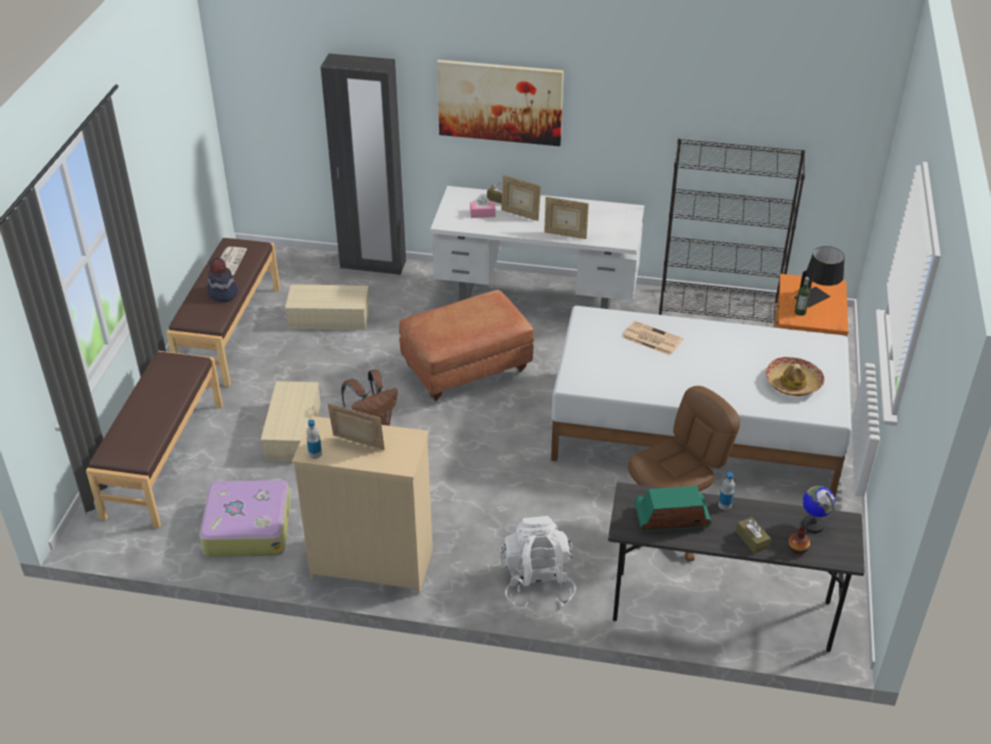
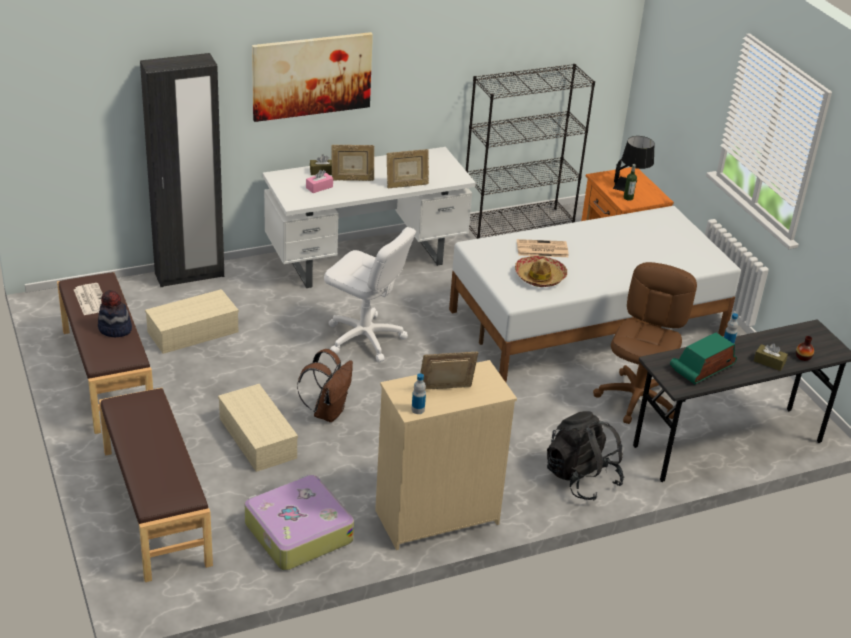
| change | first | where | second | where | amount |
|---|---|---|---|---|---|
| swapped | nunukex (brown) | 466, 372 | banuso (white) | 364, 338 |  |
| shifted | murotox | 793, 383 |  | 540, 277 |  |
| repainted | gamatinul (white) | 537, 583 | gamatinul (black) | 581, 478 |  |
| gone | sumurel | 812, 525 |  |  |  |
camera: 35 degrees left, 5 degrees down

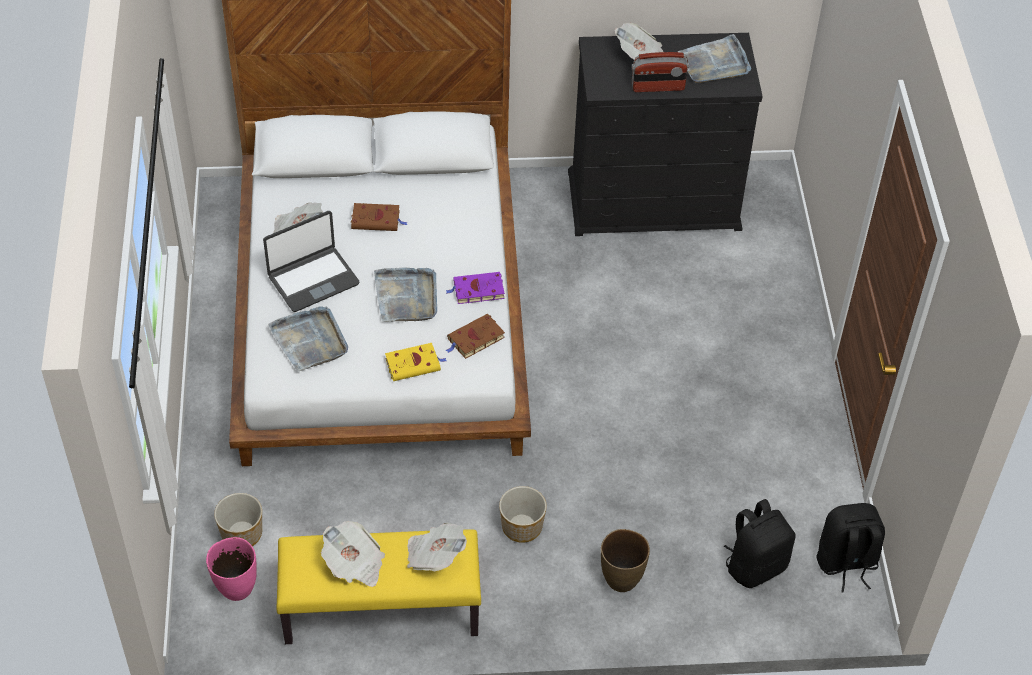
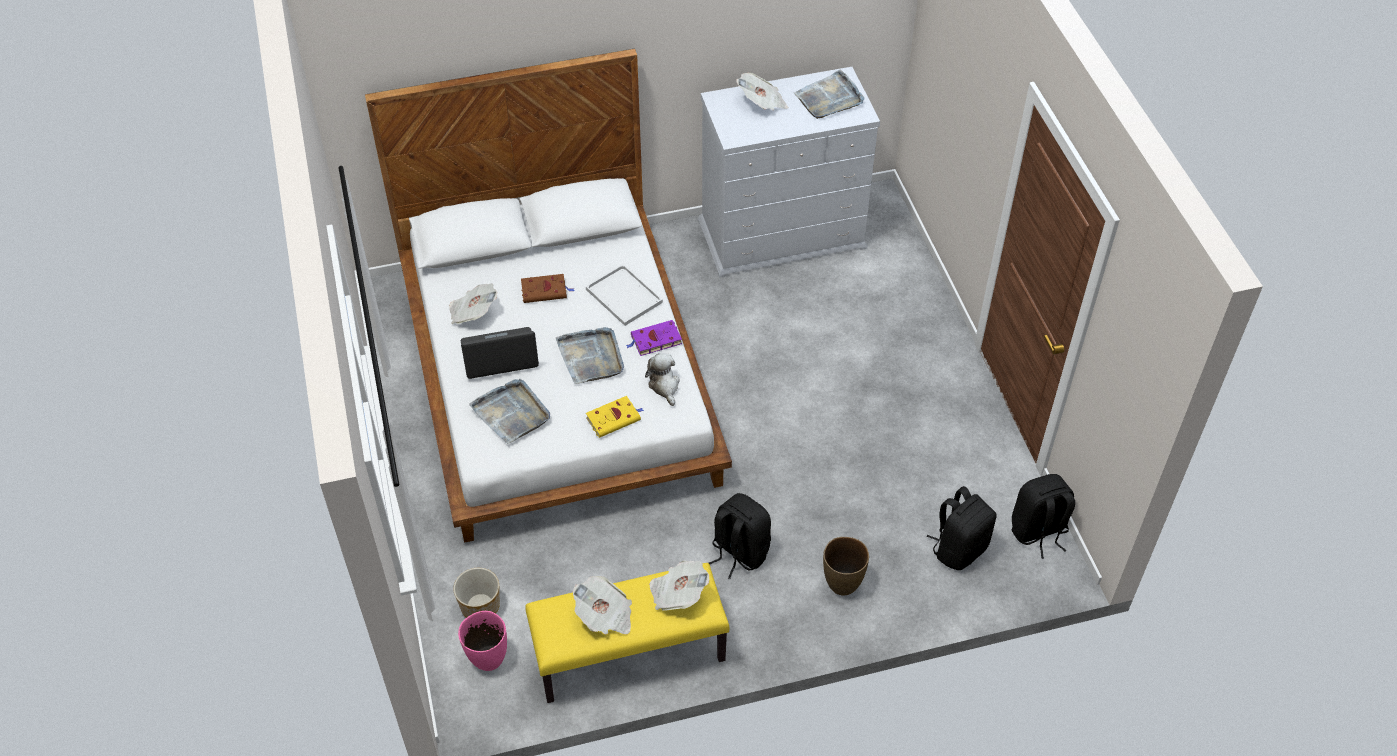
| change | first | where | second | where | amount |
|---|---|---|---|---|---|
| rotated | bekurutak | 313, 279 |  | 500, 356 | 150 degrees counterclockwise |
| new |  |  | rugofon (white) | 622, 295 |  |
| swapped | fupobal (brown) | 474, 339 | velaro | 664, 386 |  |
| repainted | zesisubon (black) | 654, 200 | zesisubon (white) | 782, 234 |  |
| swapped | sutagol | 521, 527 | gamatinul (black) | 739, 552 |  |
| gone | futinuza | 658, 87 |  |  |  |
camera: 10 degrees left, 0 degrees up

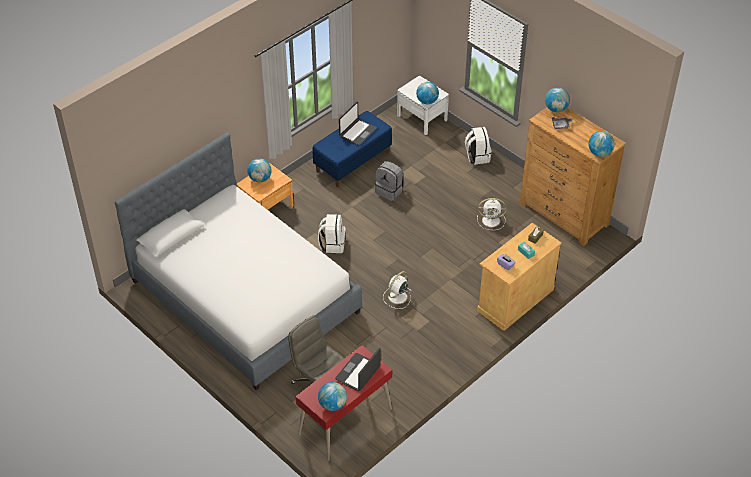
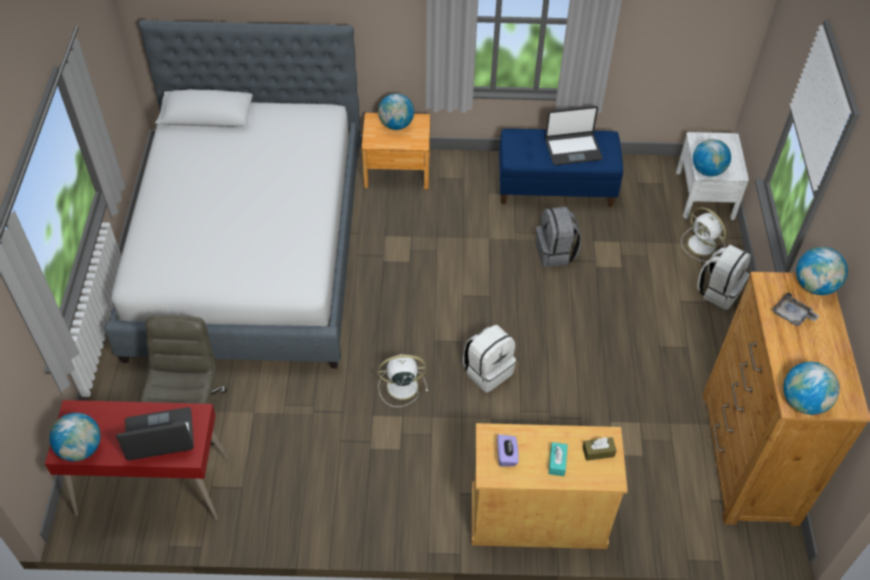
| change | first | where | second | where | amount |
|---|---|---|---|---|---|
| shifted | gamatinul (white) | 332, 244 |  | 487, 371 |  |
| shifted | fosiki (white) | 492, 220 |  | 703, 245 |  |
camera: 45 degrees right, 5 degrees up

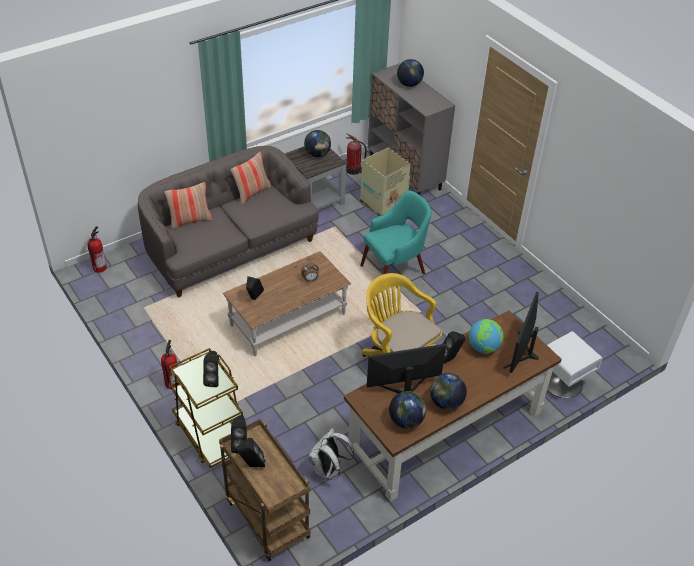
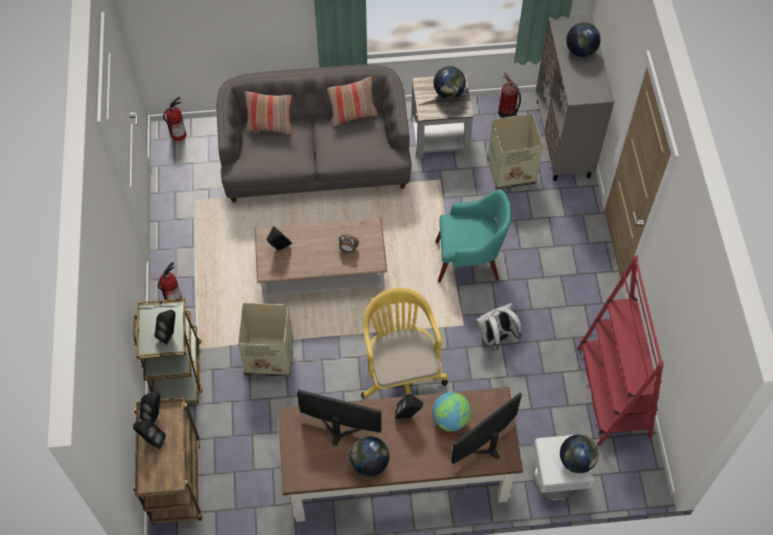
| change | first | where | second | where | amount |
|---|---|---|---|---|---|
| new |  |  | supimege | 268, 356 |  |
| shifted | gamatinul (white) | 328, 470 |  | 495, 338 |  |
| shifted | sumurel | 406, 421 |  | 576, 461 |  |
| new |  |  | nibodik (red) | 613, 392 |  |
camera: 30 degrees right, 15 degrees up

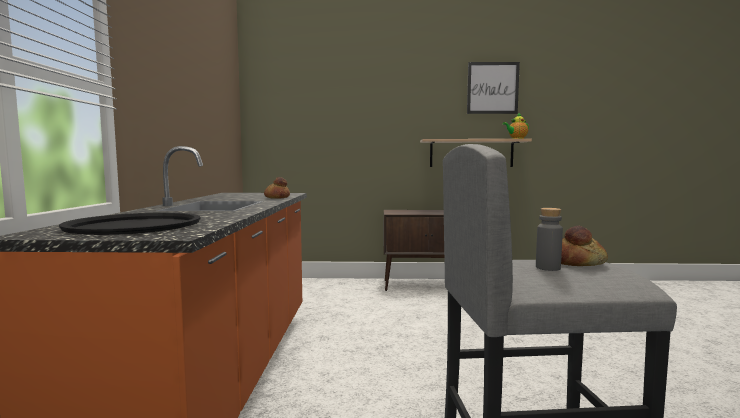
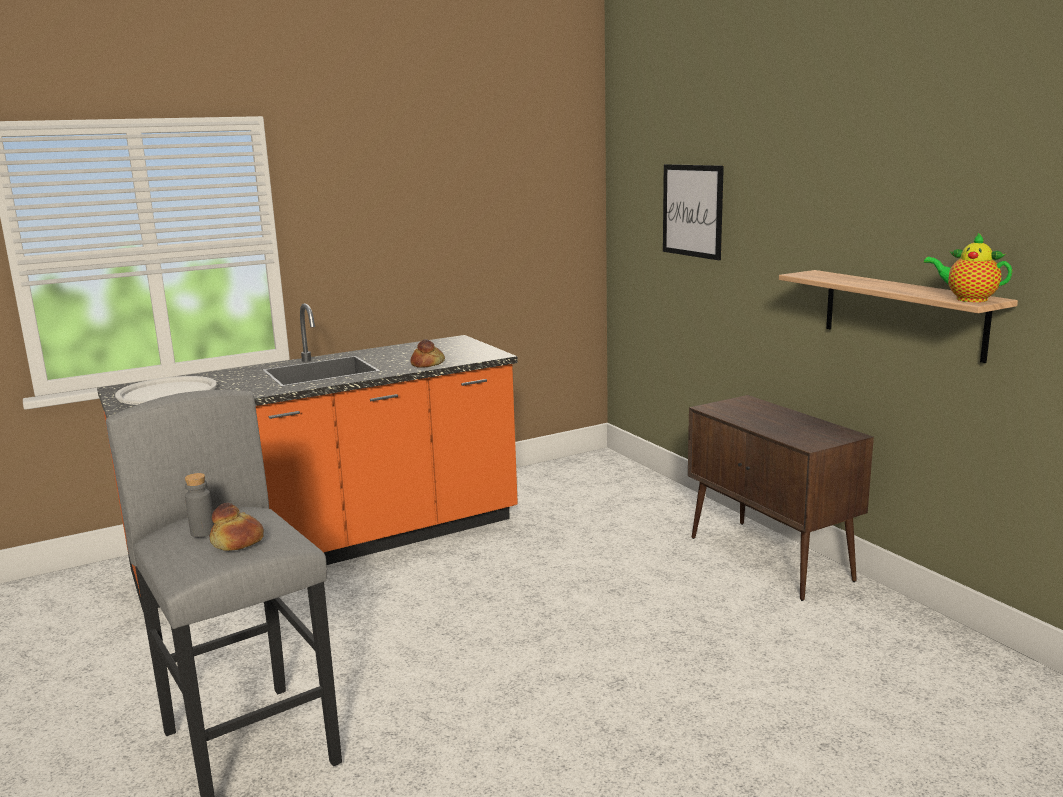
| change | first | where | second | where | amount |
|---|---|---|---|---|---|
| repainted | rugofon (black) | 134, 225 | rugofon (white) | 167, 392 |  |
| shifted | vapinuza | 492, 88 |  | 692, 210 |  |
camera: 60 degrees right, 10 degrees up

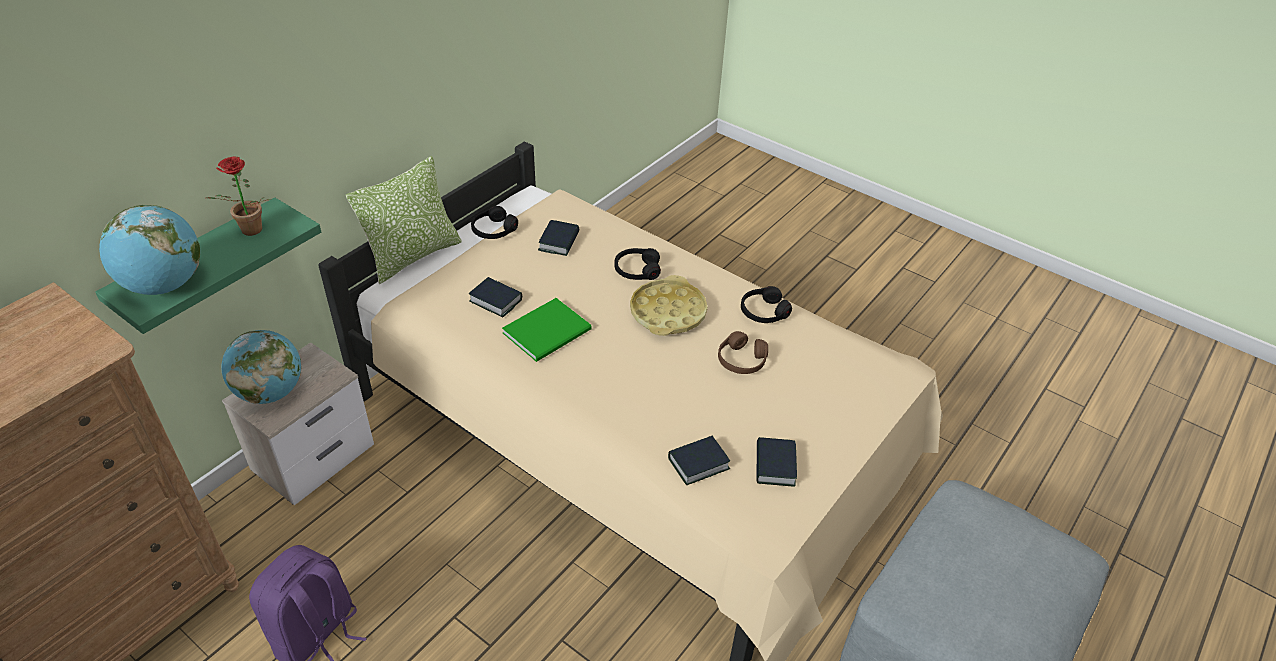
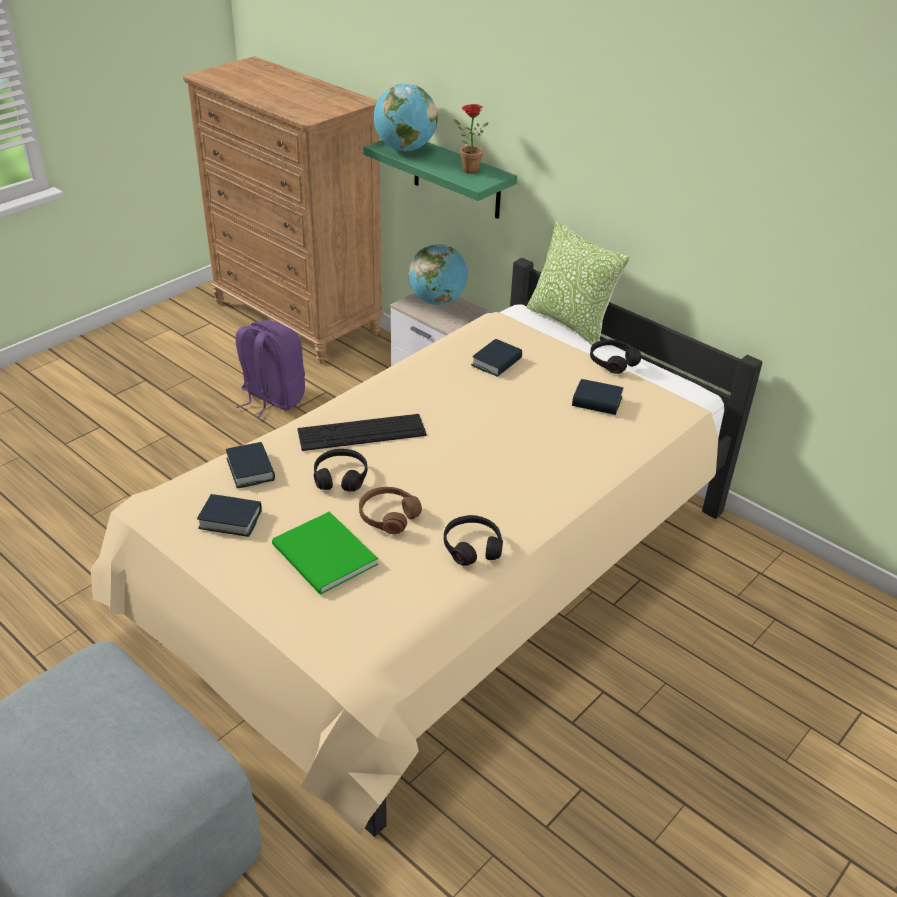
| change | first | where | second | where | amount |
|---|---|---|---|---|---|
| shifted | fupobal (green) | 550, 331 |  | 324, 557 |  |
| new |  |  | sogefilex | 361, 432 |  |
| shifted | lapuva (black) | 637, 270 |  | 340, 477 |  |
| gone | rugofon (yellow) | 668, 312 |  |  |  |
camera: 95 degrees right, 5 degrees down

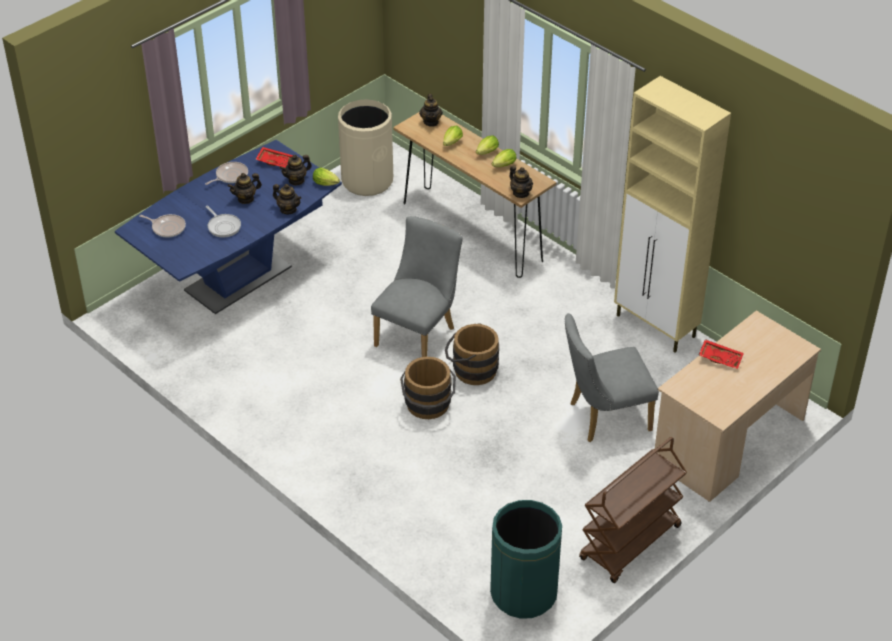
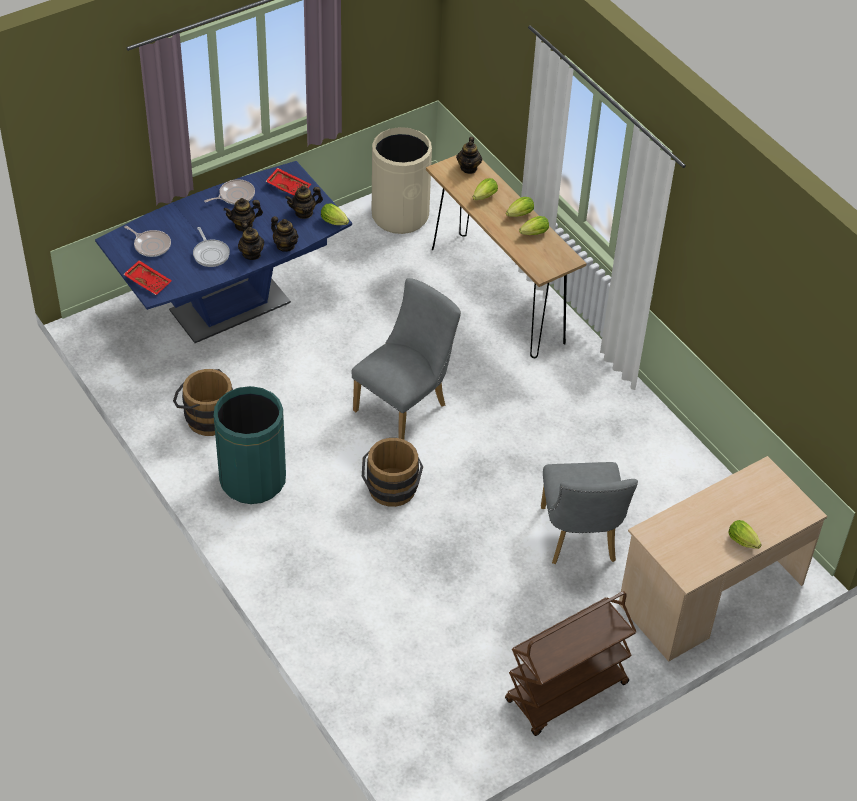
| change | first | where | second | where | amount |
|---|---|---|---|---|---|
| shifted | rugofon (red) | 720, 358 |  | 148, 281 |  |
| shifted | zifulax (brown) | 471, 370 |  | 205, 417 |  |
| shifted | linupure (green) | 523, 593 |  | 252, 480 |  |
| shifted | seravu | 521, 193 |  | 251, 254 |  |
| rotated | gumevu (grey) | 603, 417 |  | 579, 540 | 90 degrees counterclockwise |
| new |  |  | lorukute | 744, 542 |  |
| gone | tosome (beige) | 656, 326 |  |  |  |
camera: 10 degrees right, 5 degrees up

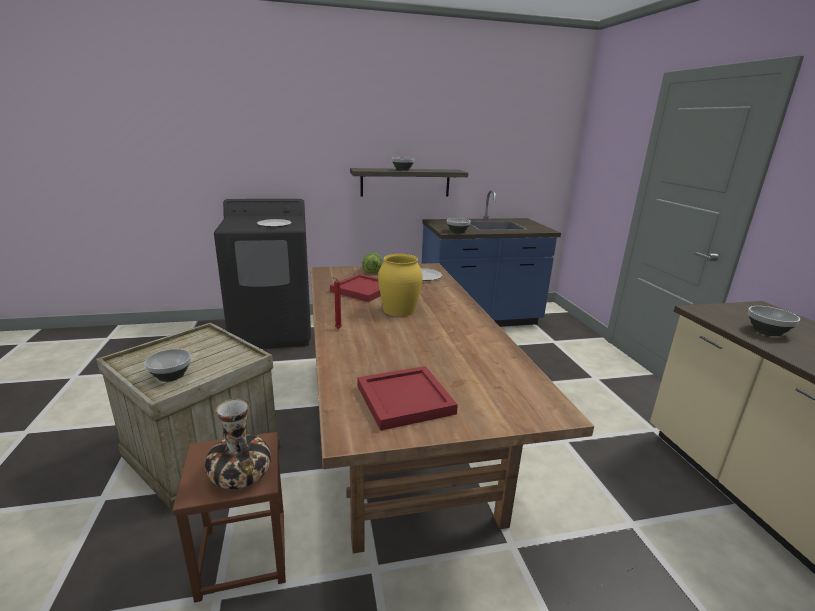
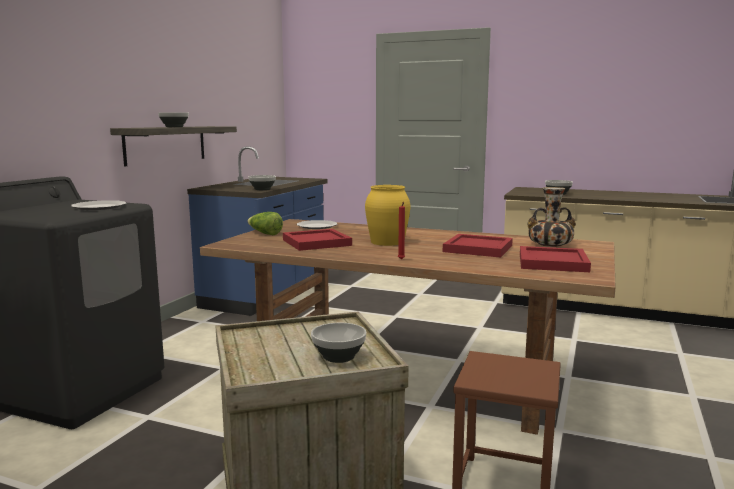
| change | first | where | second | where | amount |
|---|---|---|---|---|---|
| new |  |  | rugofon (red) | 477, 248 |  |
| shifted | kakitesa | 240, 473 |  | 549, 244 |  |
camera: 55 degrees left, 10 degrees down

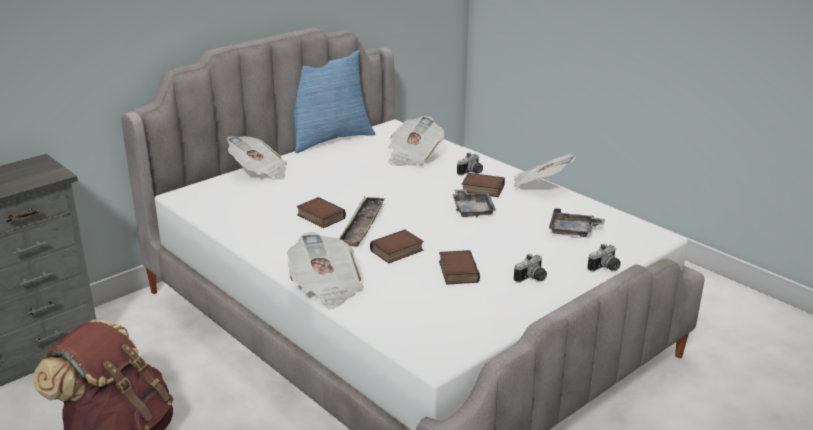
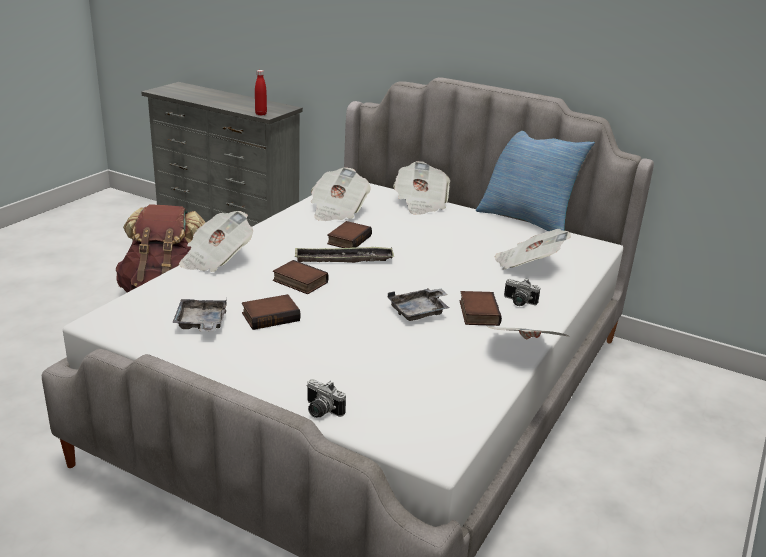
| change | first | where | second | where | amount |
|---|---|---|---|---|---|
| shifted | rugofon (grey) | 573, 231 |  | 201, 323 |  |
| new |  |  | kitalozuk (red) | 261, 114 |  |
| new |  |  | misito | 337, 211 |  |
| gone | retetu | 532, 278 |  |  |  |
camera: 70 degrees right, 0 degrees up

